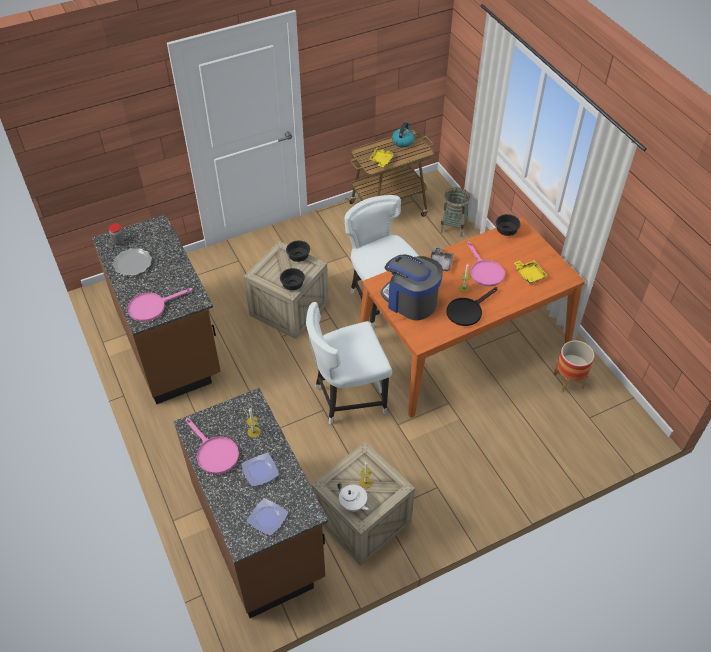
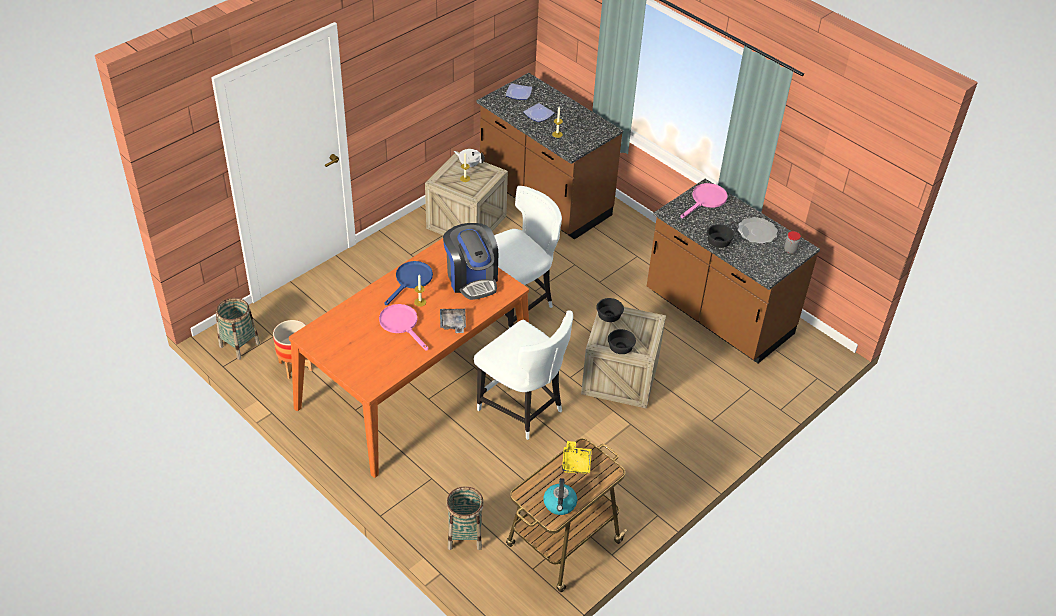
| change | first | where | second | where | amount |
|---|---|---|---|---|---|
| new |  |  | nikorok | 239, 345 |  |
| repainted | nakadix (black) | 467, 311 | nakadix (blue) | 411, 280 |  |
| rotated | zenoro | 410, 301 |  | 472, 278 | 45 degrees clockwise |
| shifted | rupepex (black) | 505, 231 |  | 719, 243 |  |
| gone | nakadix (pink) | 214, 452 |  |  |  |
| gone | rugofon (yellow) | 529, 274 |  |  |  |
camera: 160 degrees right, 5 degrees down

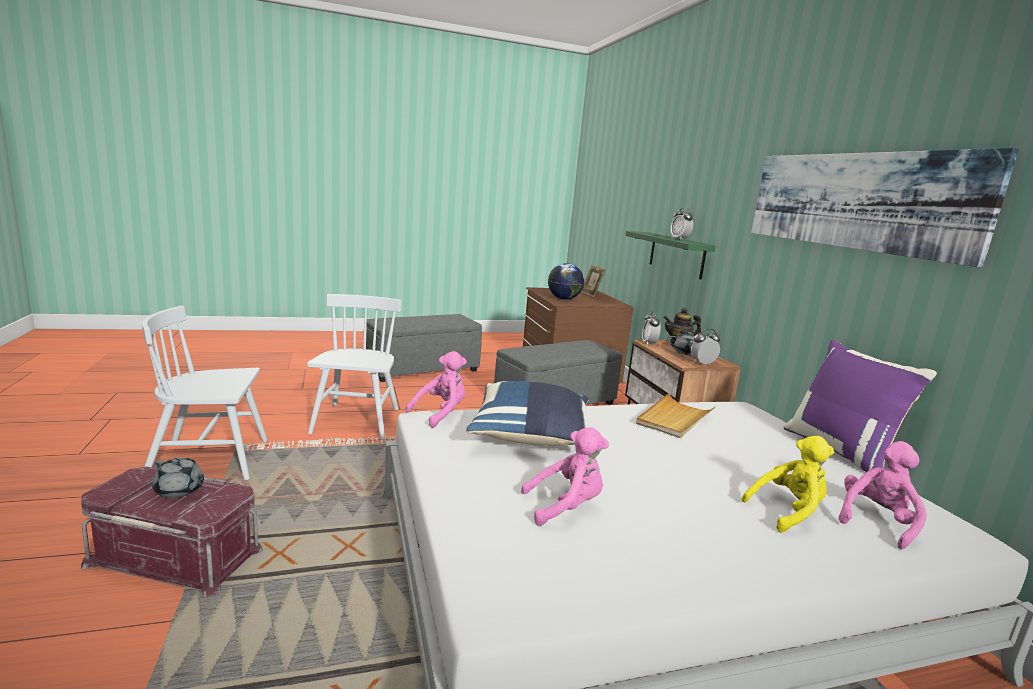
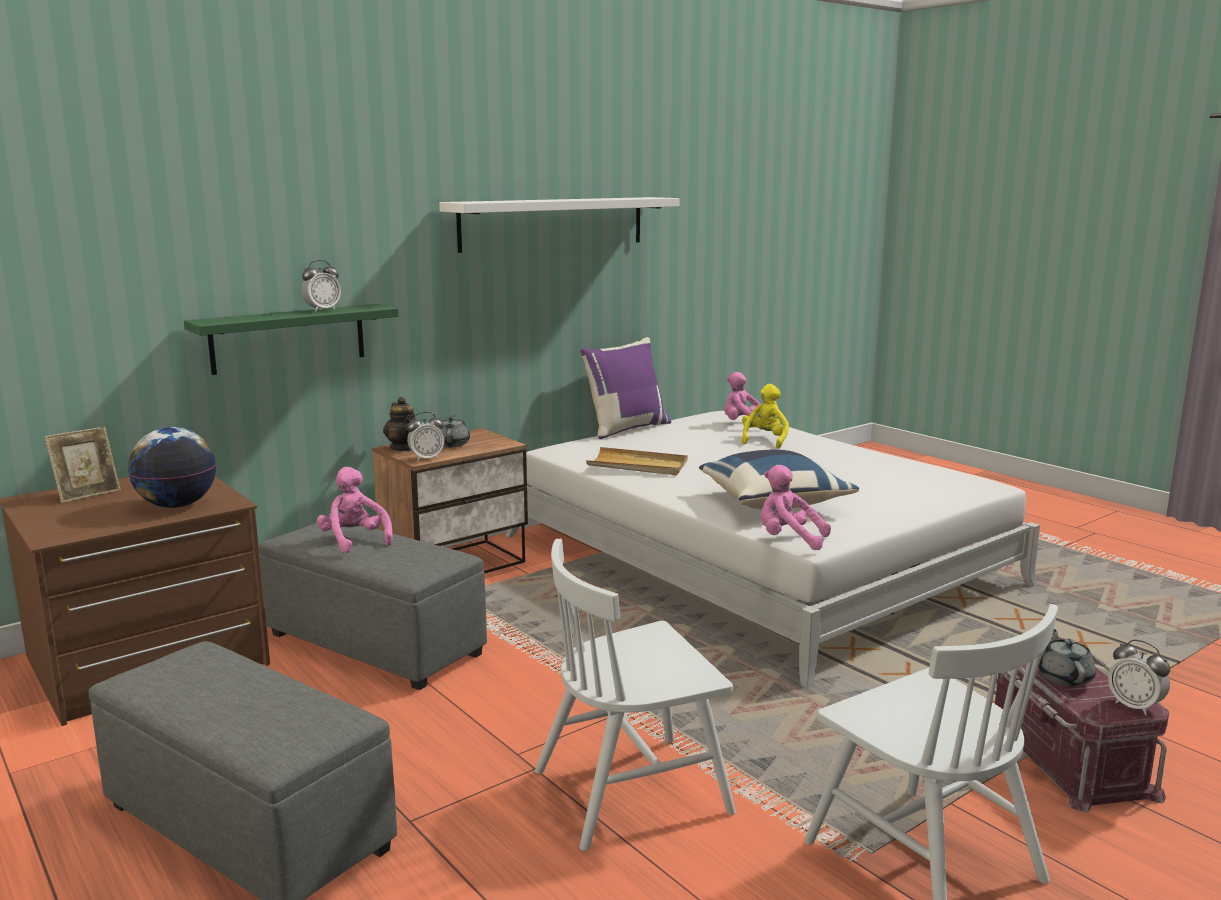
| change | first | where | second | where | amount |
|---|---|---|---|---|---|
| shifted | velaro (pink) | 566, 507 |  | 354, 541 |  |
| swapped | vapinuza | 855, 201 | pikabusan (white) | 553, 223 |  |
| rotated | velaro (yellow) | 787, 512 |  | 764, 441 | 60 degrees clockwise |
| shifted | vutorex | 702, 364 |  | 1134, 706 |  |
camera: 110 degrees left, 0 degrees up

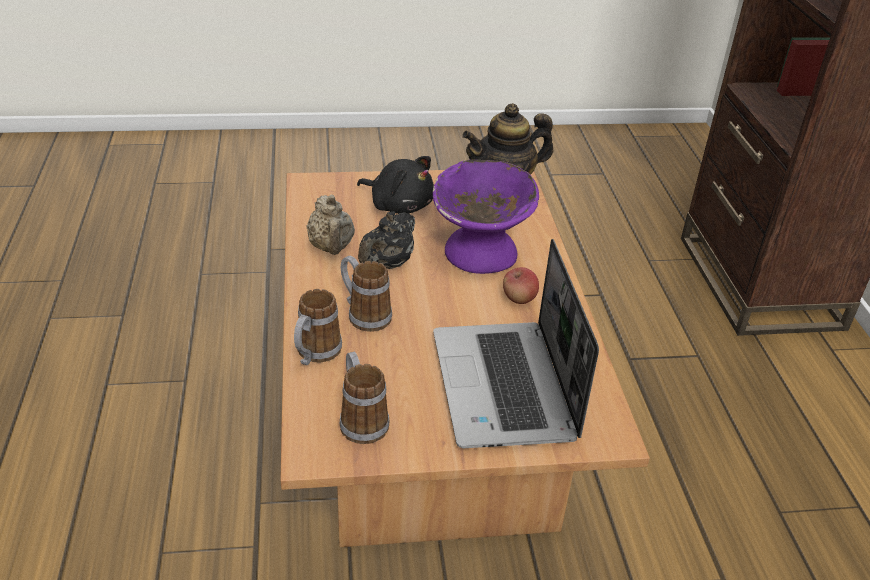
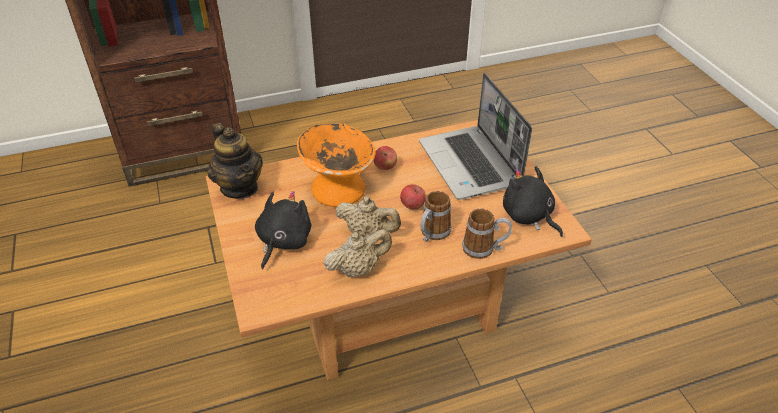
| change | first | where | second | where | amount |
|---|---|---|---|---|---|
| repainted | rupepex (purple) | 480, 253 | rupepex (orange) | 338, 189 |  |
| repainted | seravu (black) | 387, 264 | seravu (beige) | 368, 233 |  |
| new |  |  | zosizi | 412, 206 |  |
| rotated | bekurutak | 506, 387 |  | 471, 164 | 90 degrees clockwise |
| swapped | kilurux | 360, 419 | velaro (black) | 528, 216 |  |
camera: 100 degrees left, 5 degrees up

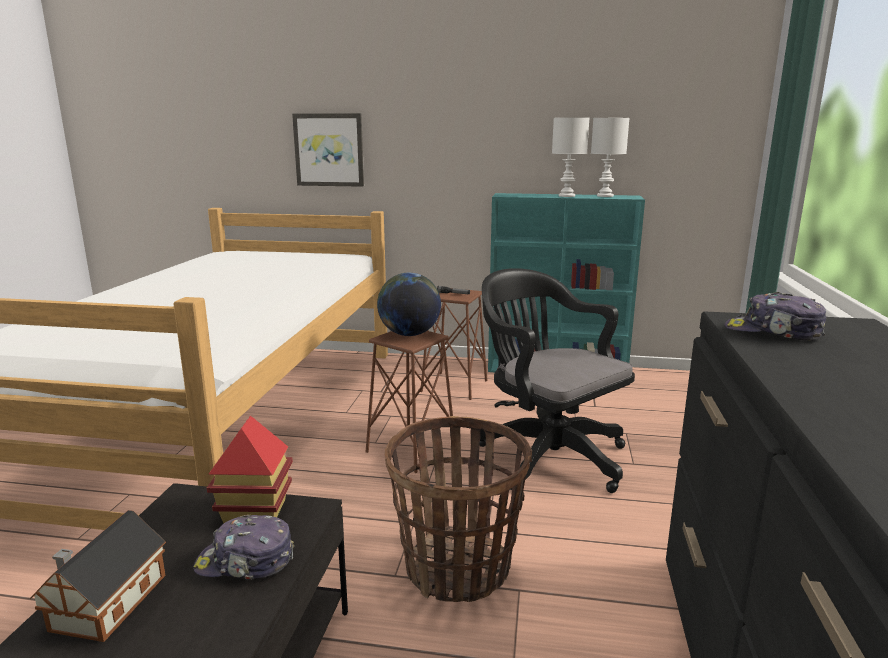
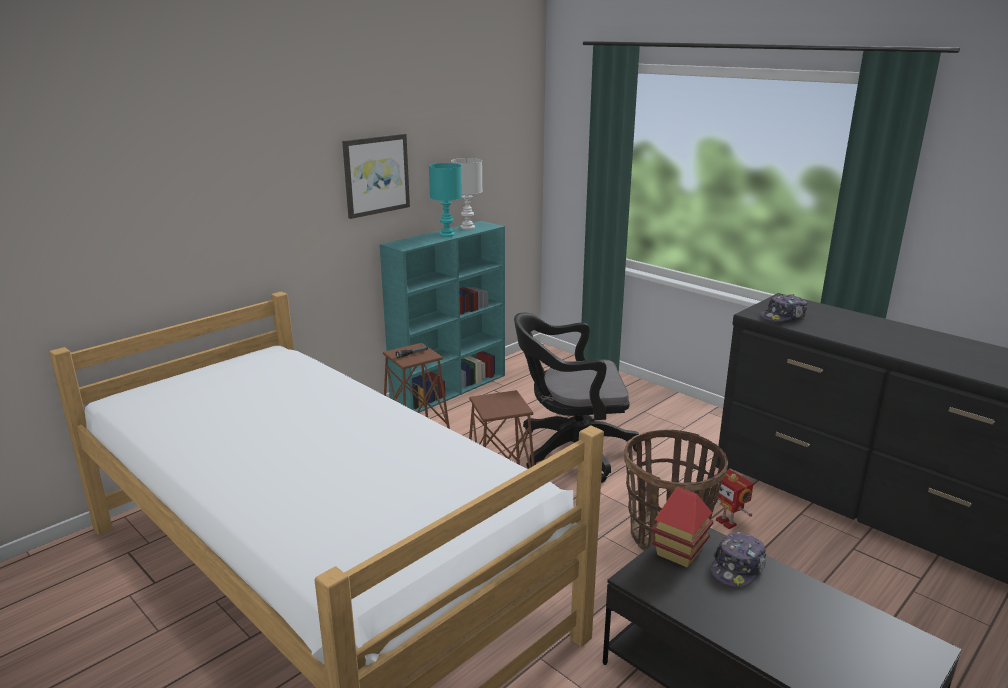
| change | first | where | second | where | amount |
|---|---|---|---|---|---|
| shifted | vapinuza | 329, 150 |  | 376, 175 |  |
| repainted | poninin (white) | 566, 196 | poninin (turquoise) | 446, 235 |  |
| new |  |  | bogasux | 727, 522 |  |
| gone | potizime | 105, 605 |  |  |  |
| gone | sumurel | 409, 334 |  |  |  |
camera: 55 degrees left, 5 degrees up

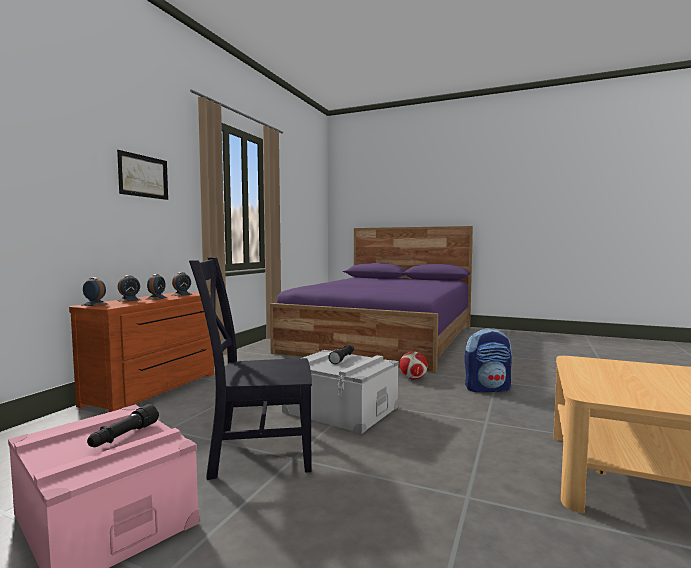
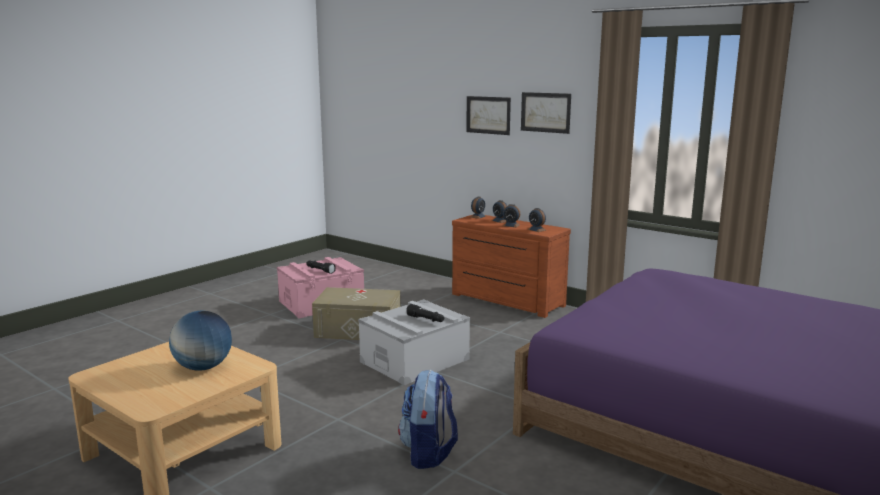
| change | first | where | second | where | amount |
|---|---|---|---|---|---|
| new |  |  | sumurel | 203, 367 |  |
| swapped | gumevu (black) | 256, 453 | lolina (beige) | 358, 330 |  |
| new |  |  | vapinuza | 488, 115 |  |
| gone | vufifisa | 413, 379 |  |  |  |
camera: 105 degrees right, 10 degrees up

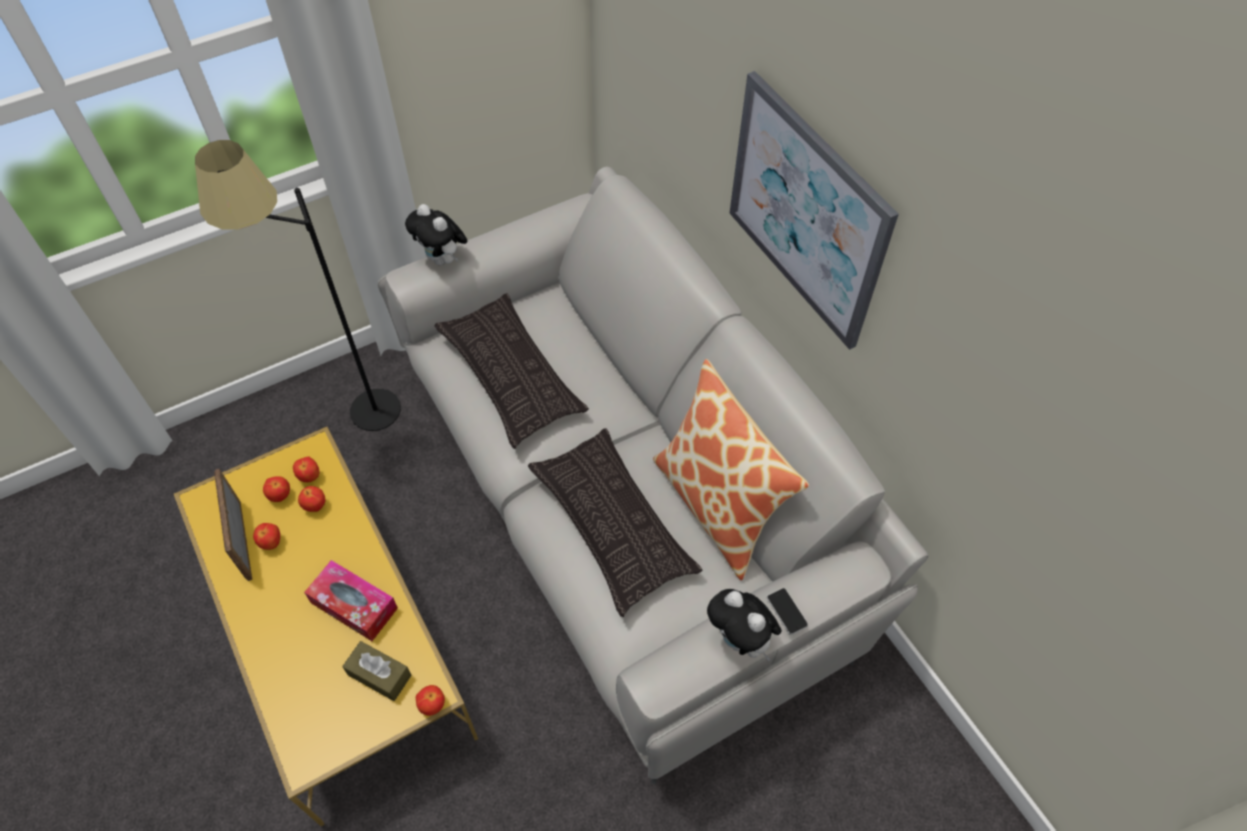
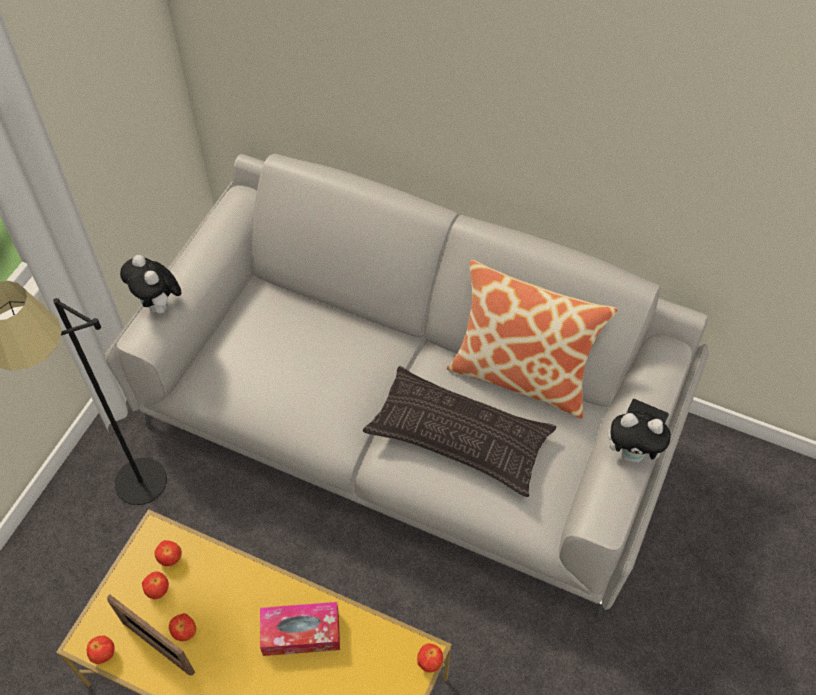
| change | first | where | second | where | amount |
|---|---|---|---|---|---|
| shifted | zosizi | 315, 506 |  | 104, 655 |  |
| rotated | velaro | 442, 259 |  | 159, 306 | 45 degrees clockwise |
| gone | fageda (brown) | 379, 675 |  |  |  |
| gone | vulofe | 511, 376 |  |  |  |
| gone | vapinuza | 806, 212 |  |  |  |
camera: 35 degrees left, 0 degrees up

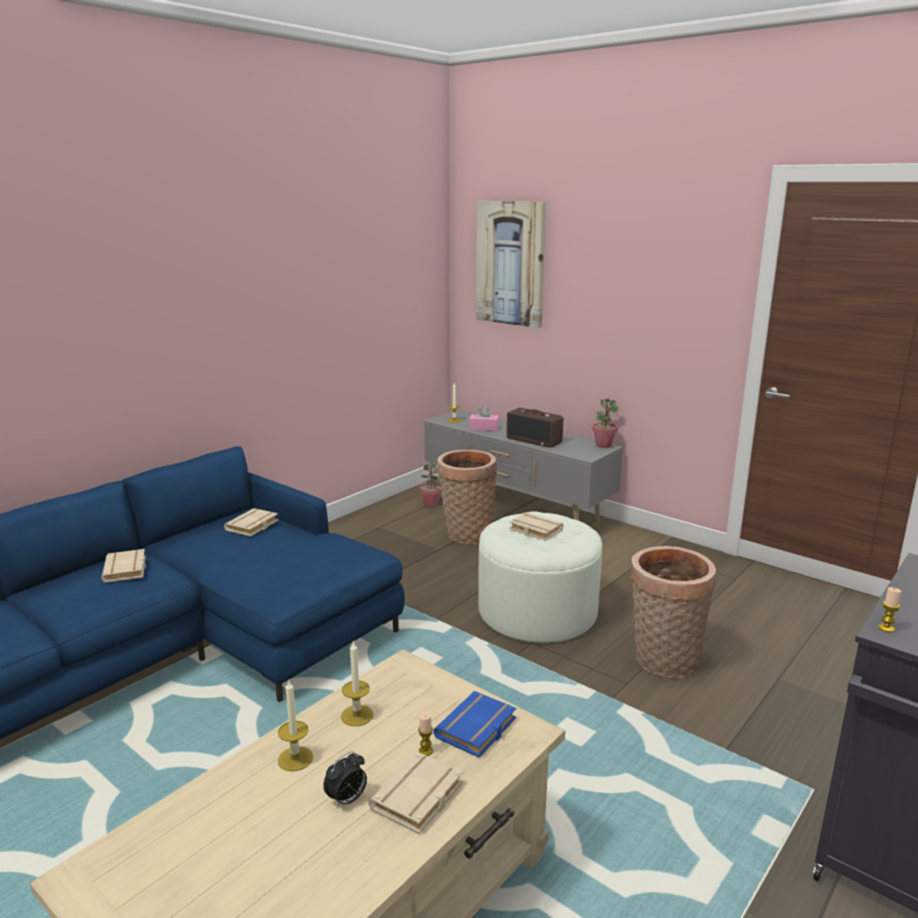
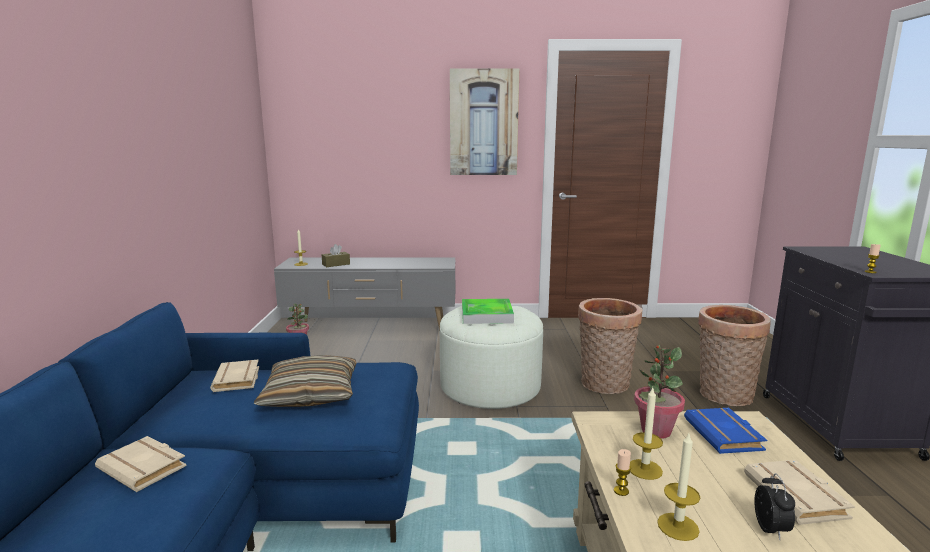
| change | first | where | second | where | amount |
|---|---|---|---|---|---|
| new |  |  | vulofe | 310, 394 |  |
| repainted | fageda (pink) | 483, 428 | fageda (brown) | 336, 264 |  |
| shifted | vapinuza | 511, 263 |  | 483, 123 |  |
| swapped | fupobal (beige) | 534, 530 | rugofon | 486, 315 |  |
| shifted | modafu | 426, 751 |  | 621, 491 |  |
| shifted | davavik | 603, 445 |  | 655, 431 |  |
| shifted | nikorok | 466, 535 |  | 723, 396 |  |
| gone | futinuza | 535, 440 |  |  |  |
camera: 40 degrees left, 5 degrees down

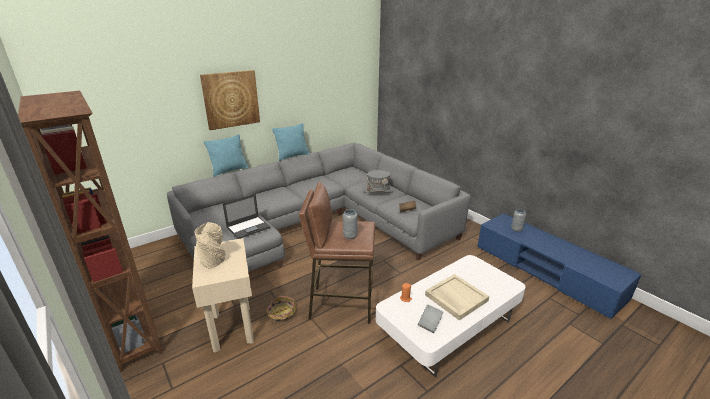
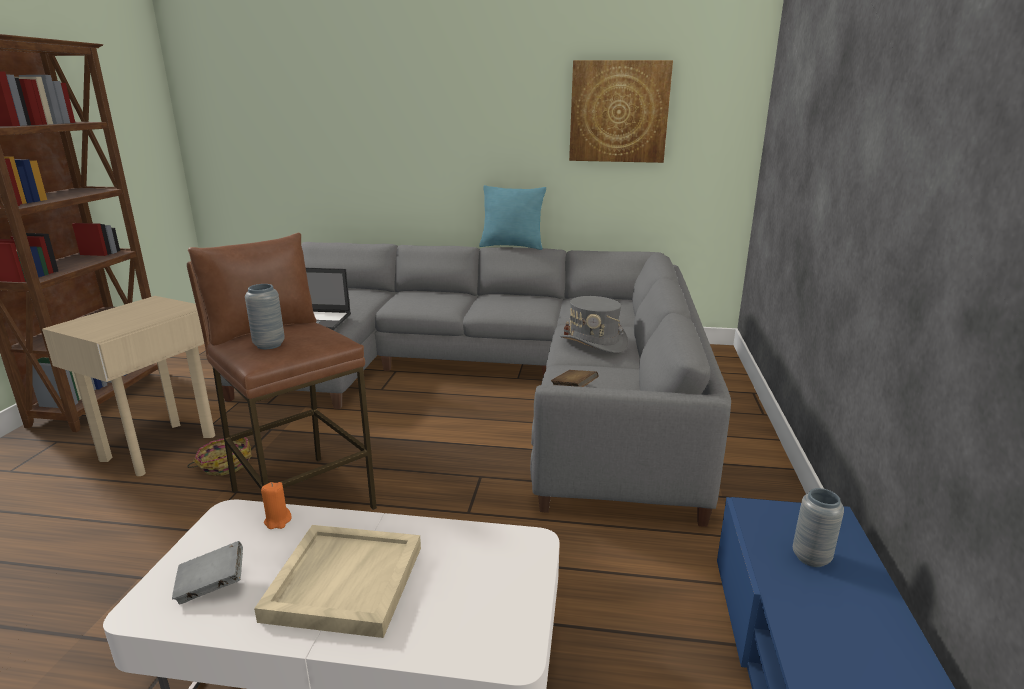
| change | first | where | second | where | amount |
|---|---|---|---|---|---|
| shifted | vapinuza | 231, 99 |  | 619, 112 |  |
| gone | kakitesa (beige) | 213, 261 |  |  |  |
| gone | vulofe (turquoise) | 229, 170 |  |  |  |
camera: 45 degrees right, 5 degrees down

